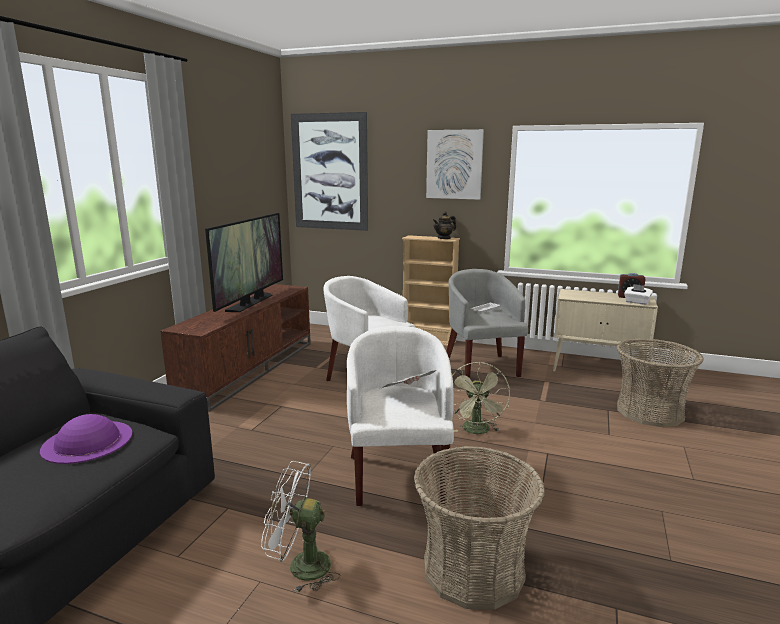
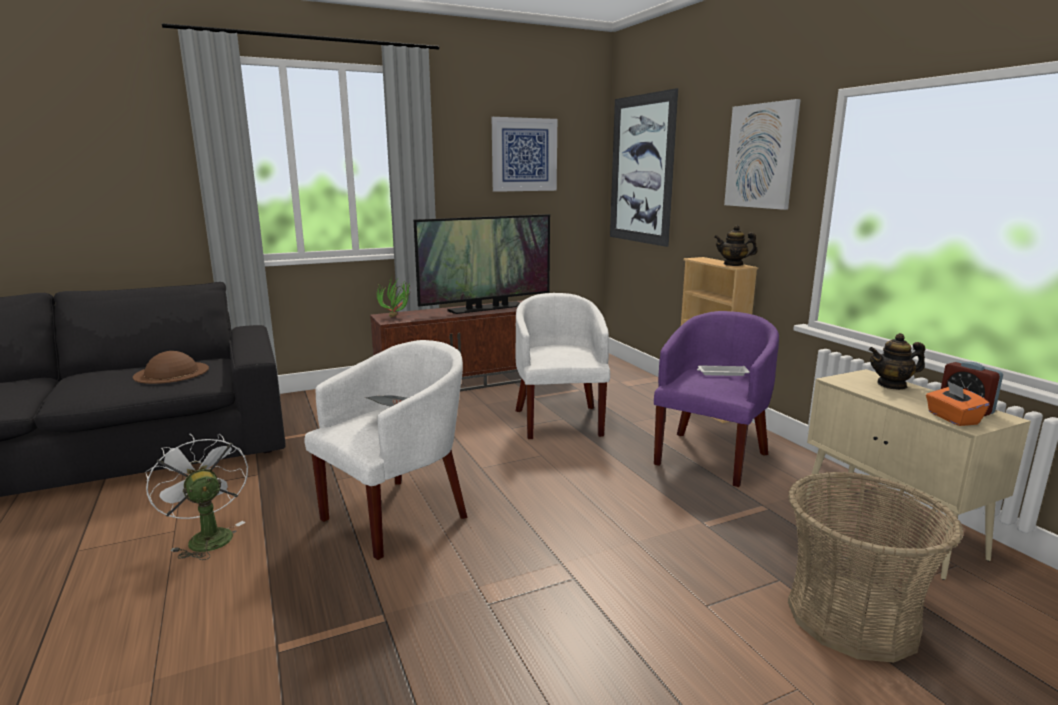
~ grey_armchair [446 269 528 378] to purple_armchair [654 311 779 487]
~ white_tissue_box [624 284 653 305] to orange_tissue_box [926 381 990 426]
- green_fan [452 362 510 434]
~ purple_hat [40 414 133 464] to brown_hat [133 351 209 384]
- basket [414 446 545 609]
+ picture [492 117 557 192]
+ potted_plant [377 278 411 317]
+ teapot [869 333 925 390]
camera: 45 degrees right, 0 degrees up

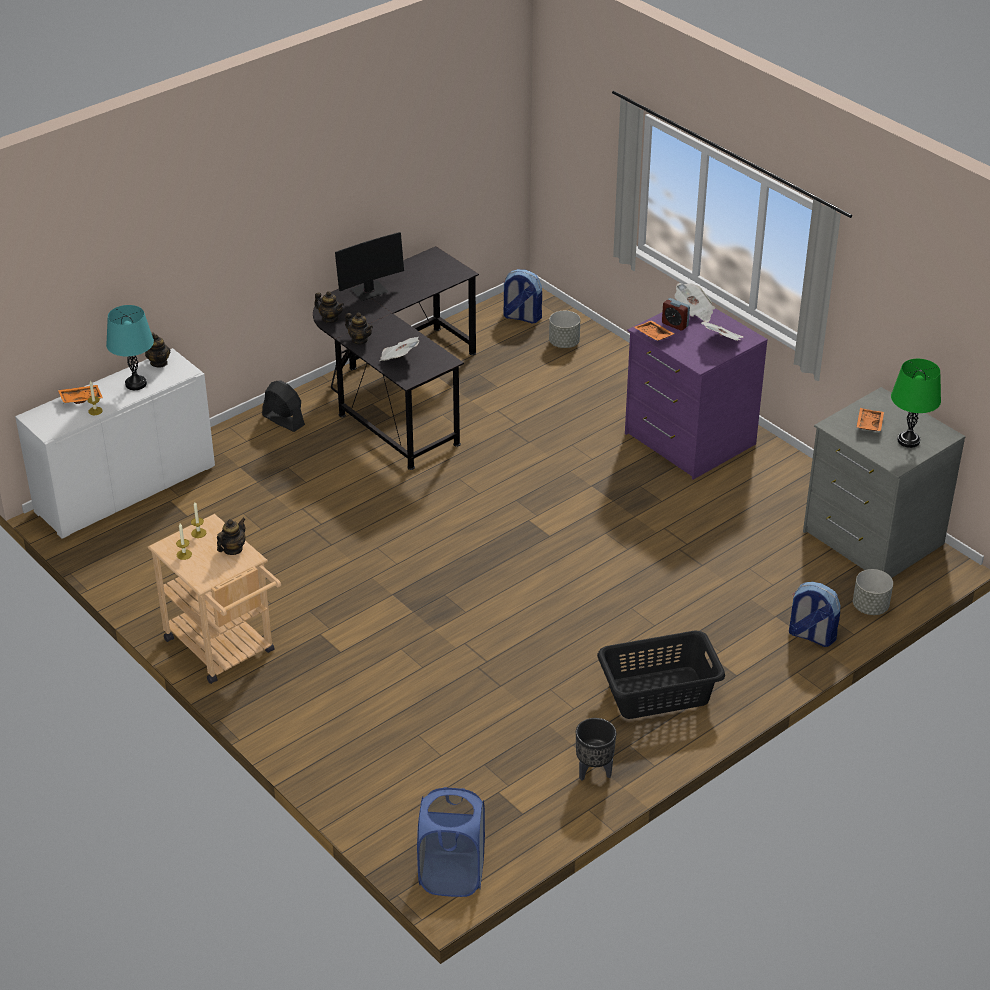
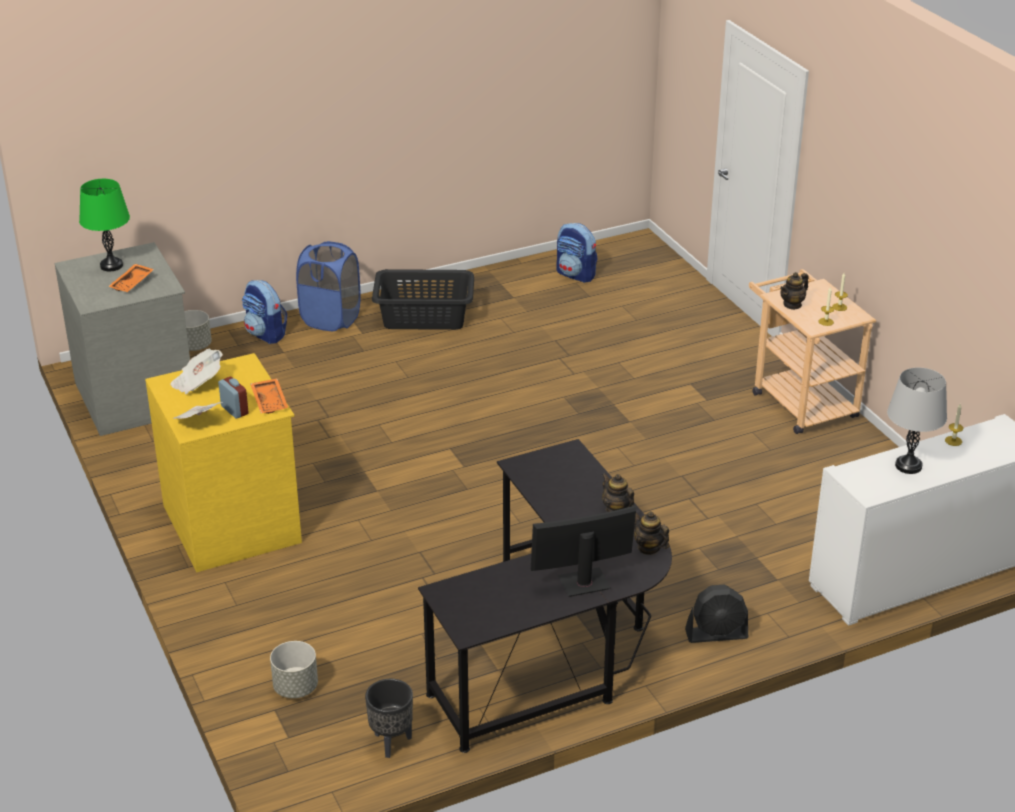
~ backpack [503 269 542 323] to [556 223 597 283]
~ turquoise_table_lamp [106 305 154 390] to grey_table_lamp [887 368 947 474]
~ purple_dresser [625 308 768 480] to yellow_dresser [145 353 302 572]
- teapot [145 332 171 368]
- newspaper [379 337 419 361]
~ black_fan [262 380 305 432] = [685 585 748 643] 60 degrees counterclockwise
- orange_tray [58 385 103 404]
~ black_planter [576 718 616 781] to [365 679 413 758]
~ blue_laundry_basket [417 787 485 897] to [296 241 361 331]
camera: 165 degrees left, 5 degrees down

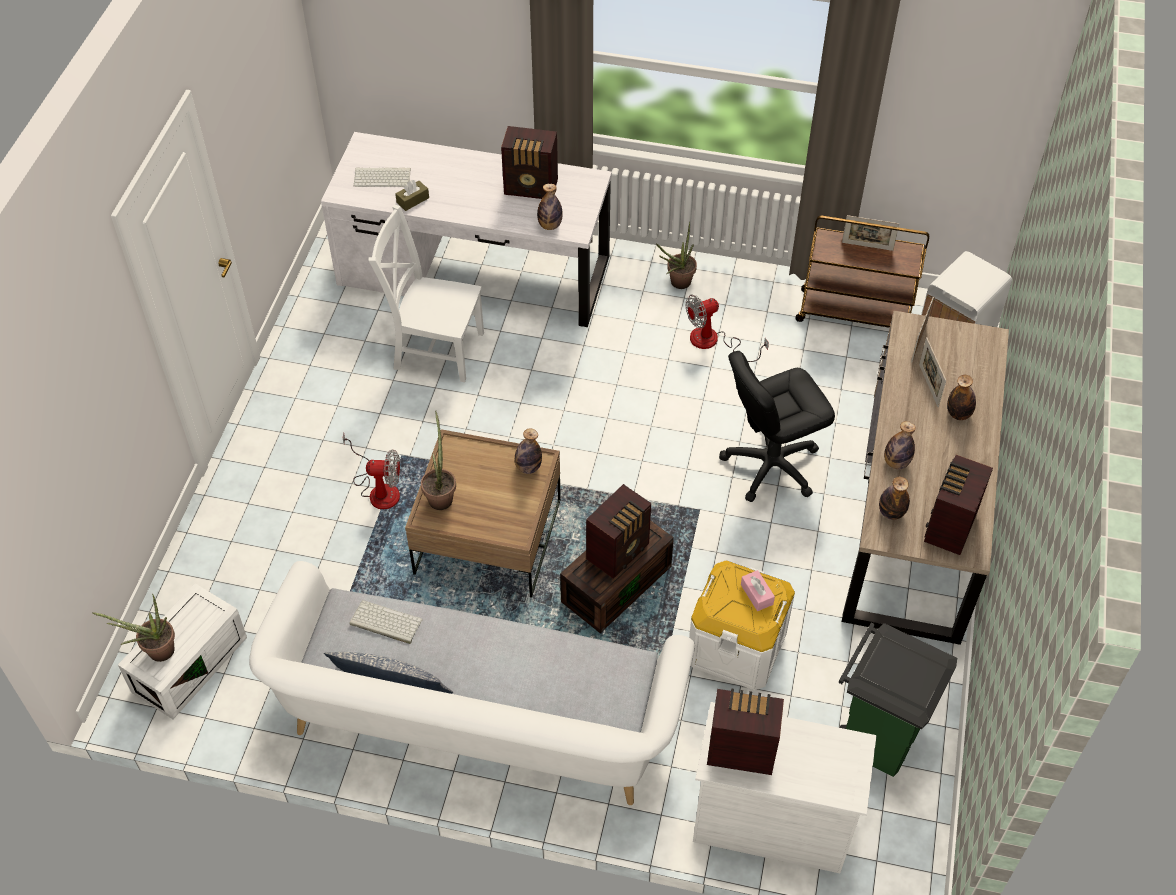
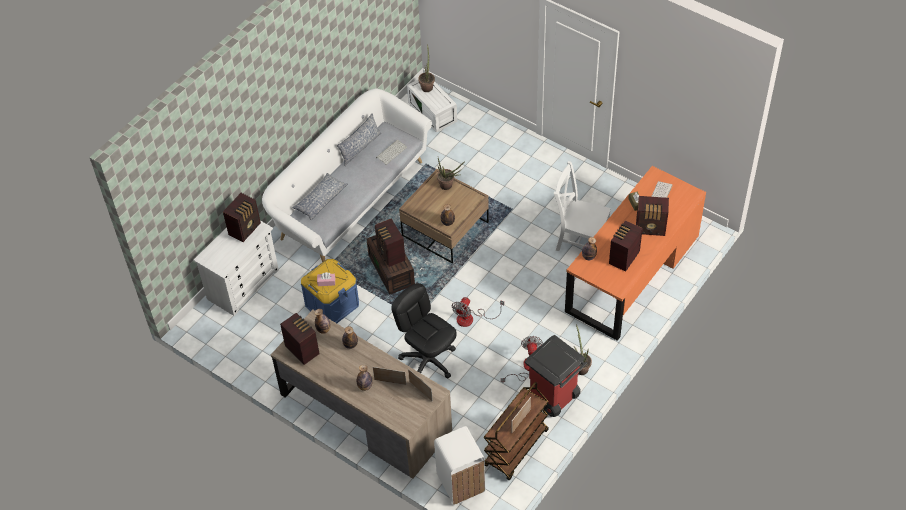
~ white_desk [321 132 612 327] to orange_desk [565 166 706 341]
~ white_chair [368 204 484 382] = [554 161 611 251] 105 degrees counterclockwise
~ black_office_chair [719 351 835 502] = [391 283 457 379] 45 degrees counterclockwise
~ fan [343 432 400 509] to [452 297 504 327]
~ white_storage_box [689 561 795 690] to blue_storage_box [301 259 359 323]
- green_trash_can [838 622 957 777]
+ pillow [292 173 348 220]
+ radio [636 196 669 236]
+ red_trash_can [525 335 587 417]
camera: 115 degrees right, 0 degrees up

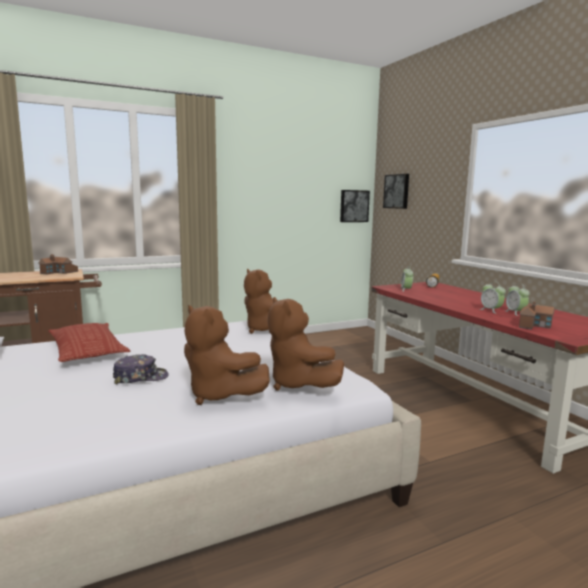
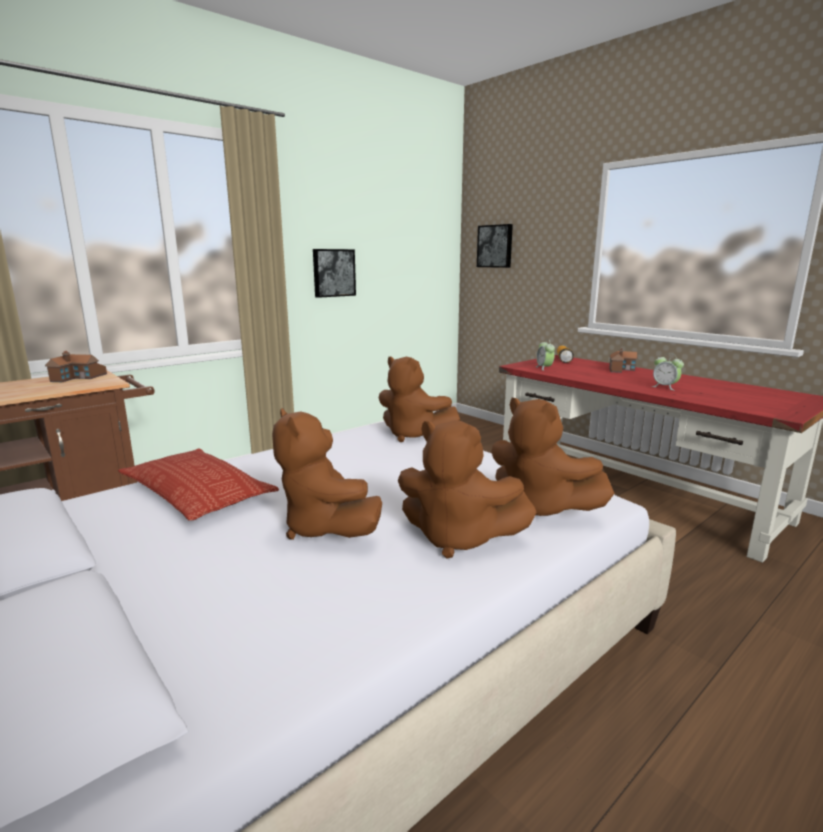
~ picture [340 190 370 222] to [313 249 356 298]
- alarm_clock [505 283 529 316]
~ toy_house [519 302 555 329] to [609 348 637 373]
~ cap [113 354 169 384] to brown_plush_toy [272 408 382 540]
camera: 15 degrees left, 5 degrees up

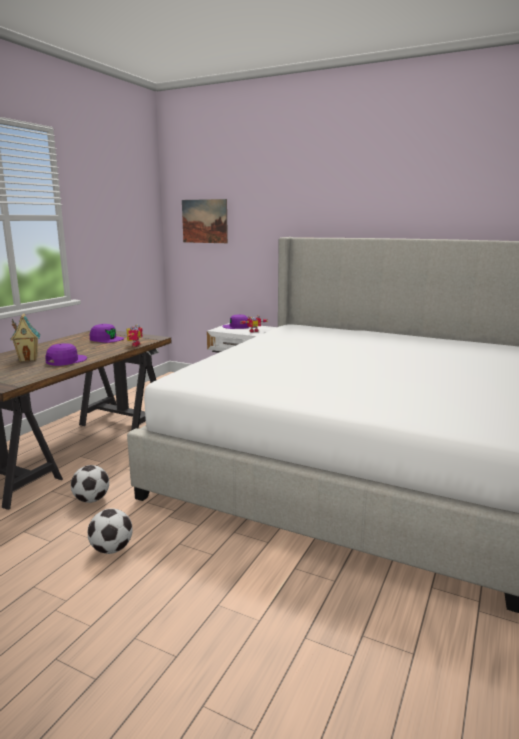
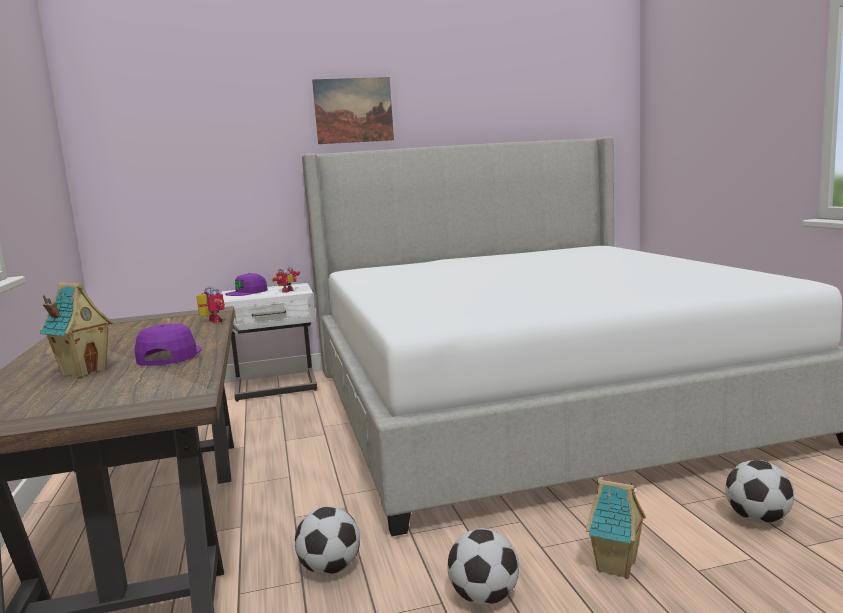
~ picture [182 199 228 243] to [312 77 394 144]
- purple_cap [90 324 124 343]
+ football [725 460 794 524]
+ toy_house [586 479 646 579]
camera: 40 degrees left, 5 degrees down

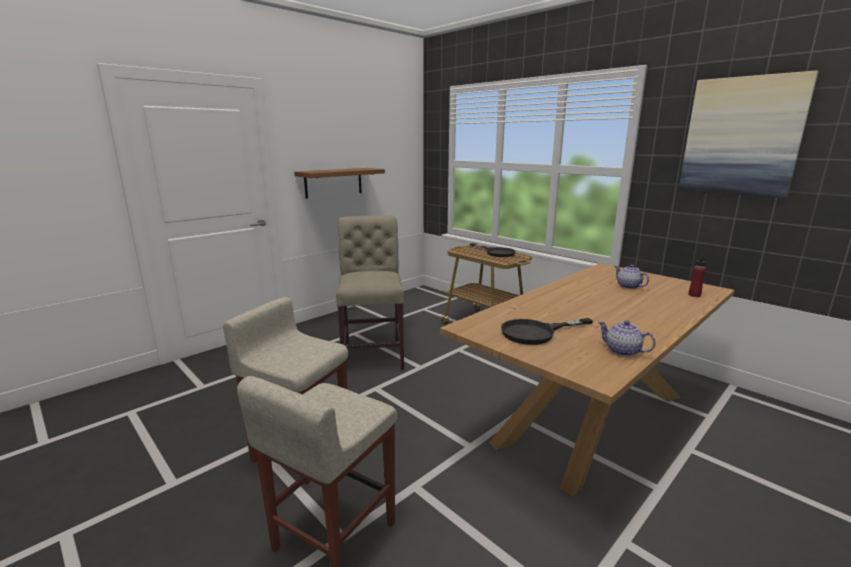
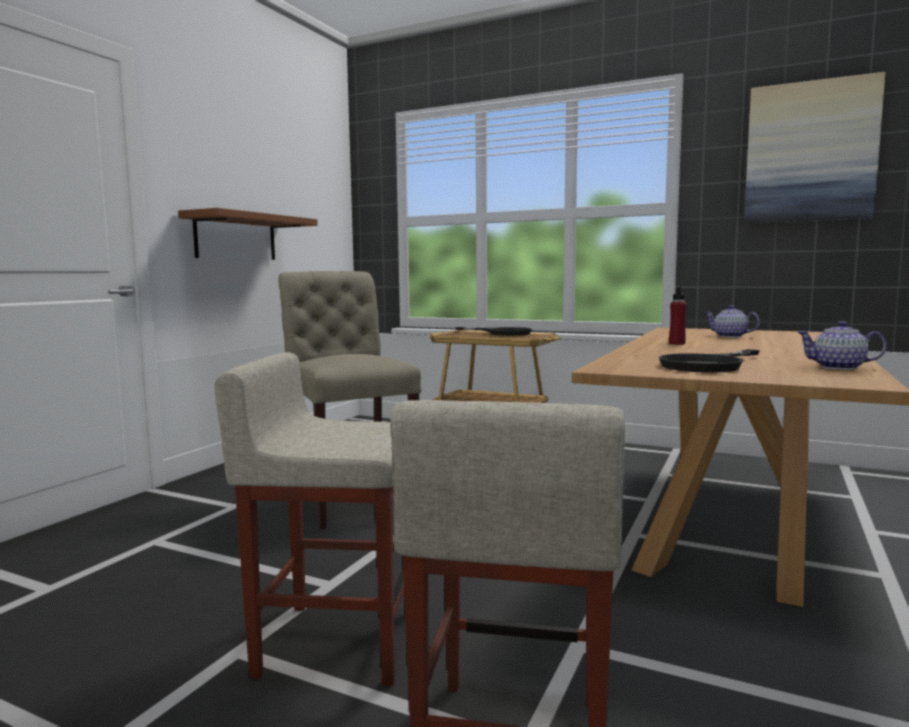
~ red_bottle [688 256 706 297] to [669 286 687 345]
camera: 20 degrees left, 10 degrees down

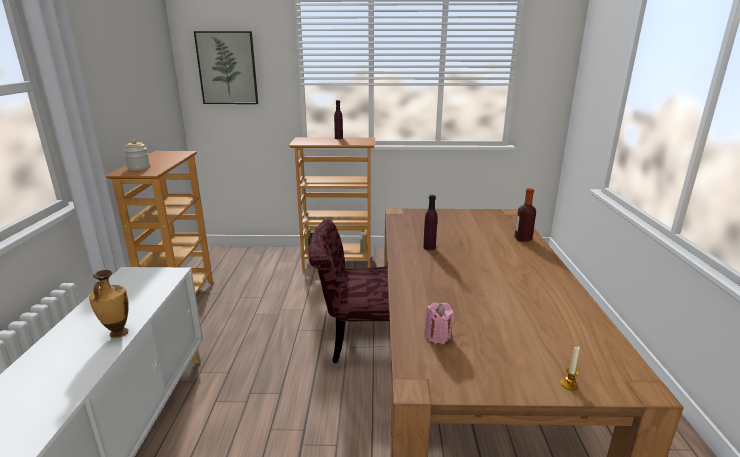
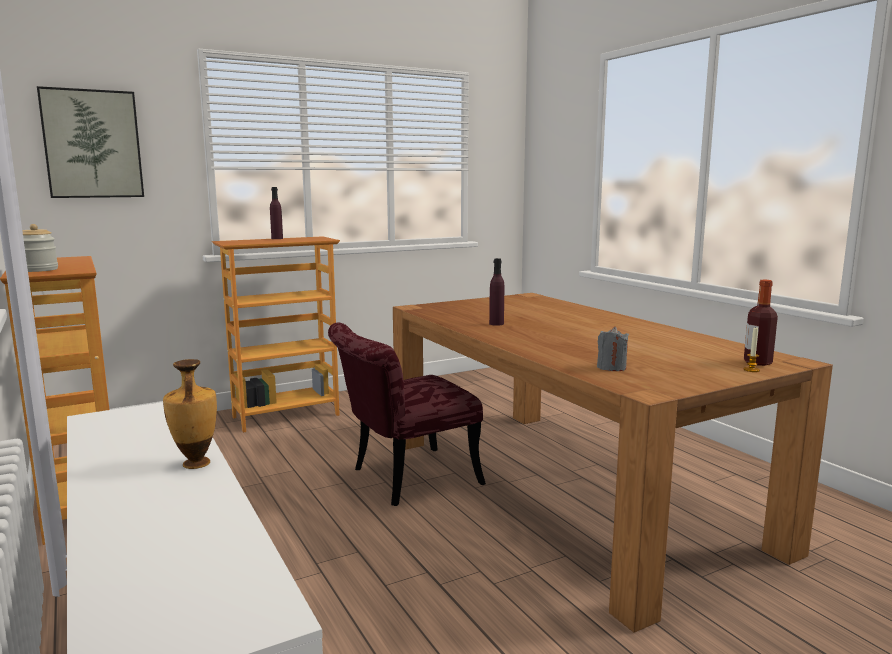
~ bottle [515 188 536 242] to [744 280 778 366]
~ pink_candle [424 302 455 344] to grey_candle [597 326 629 371]
camera: 30 degrees left, 10 degrees down

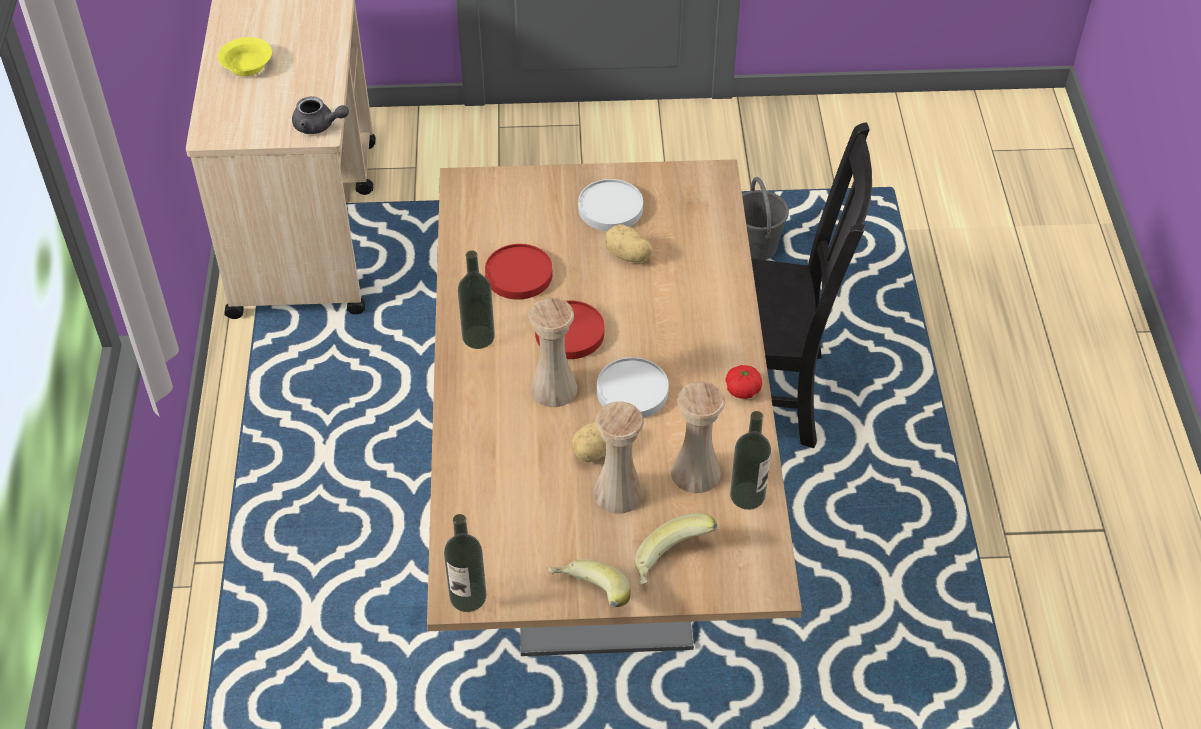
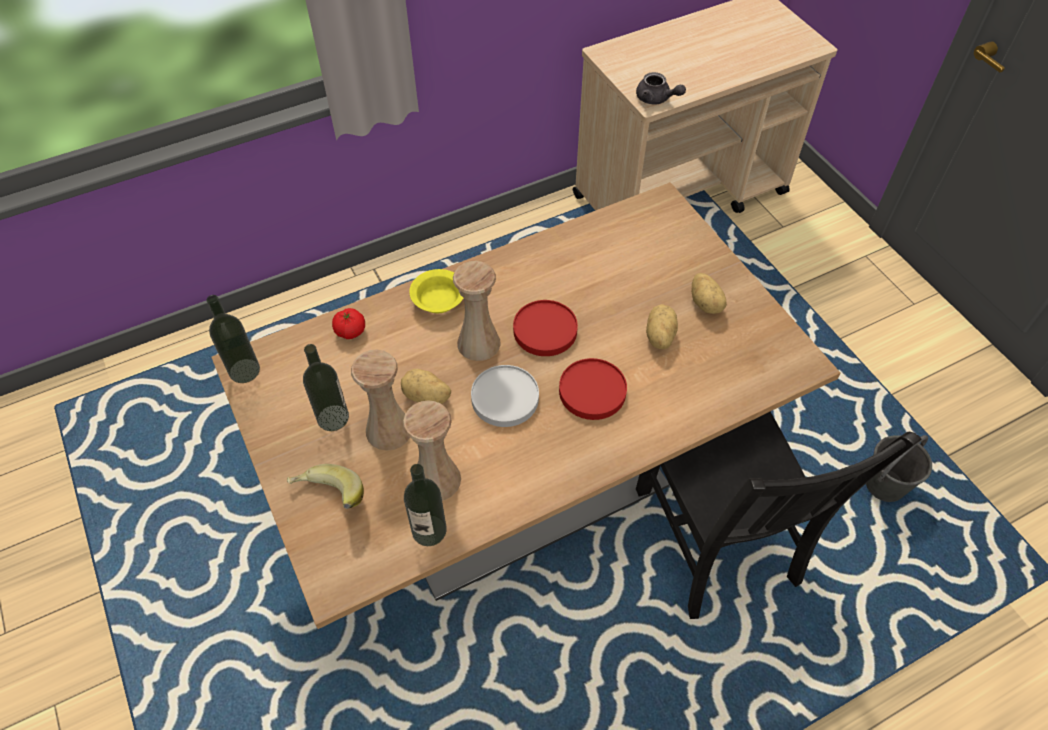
~ yellow_bowl [218 37 272 76] to [409 269 463 313]
~ grey_teapot [292 96 349 134] = [636 72 686 105] 45 degrees counterclockwise
~ white_plate [578 179 643 231] to potato [691 273 727 314]
~ red_plate [485 244 553 300] to [559 358 627 420]
~ bottle [458 250 495 349] to [303 344 349 431]
~ tomato [725 365 762 399] to [332 308 365 339]
- banana [548 559 631 607]
camera: 65 degrees right, 5 degrees up

